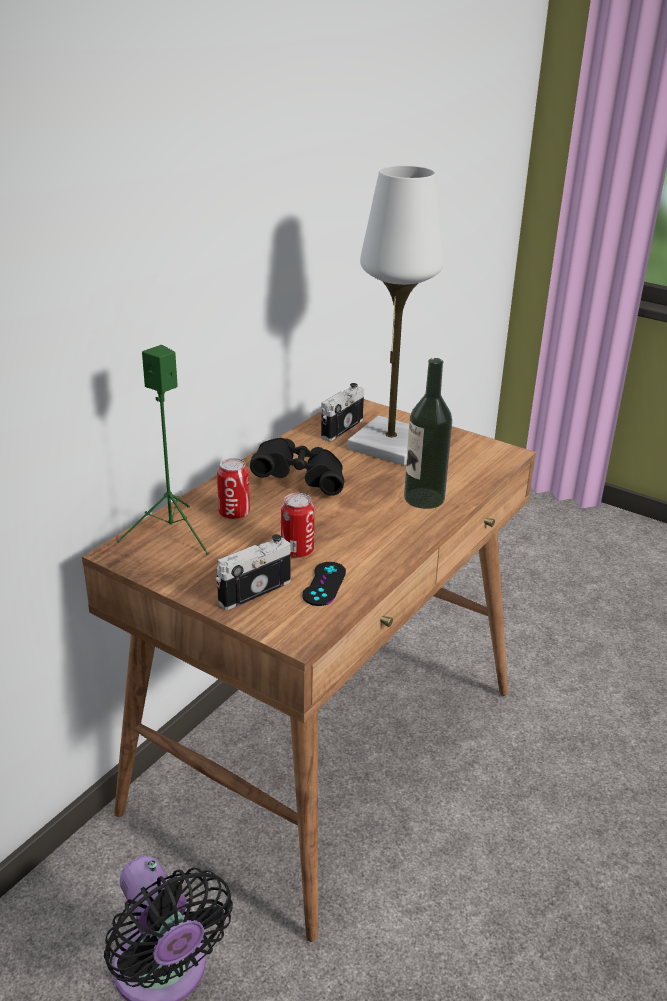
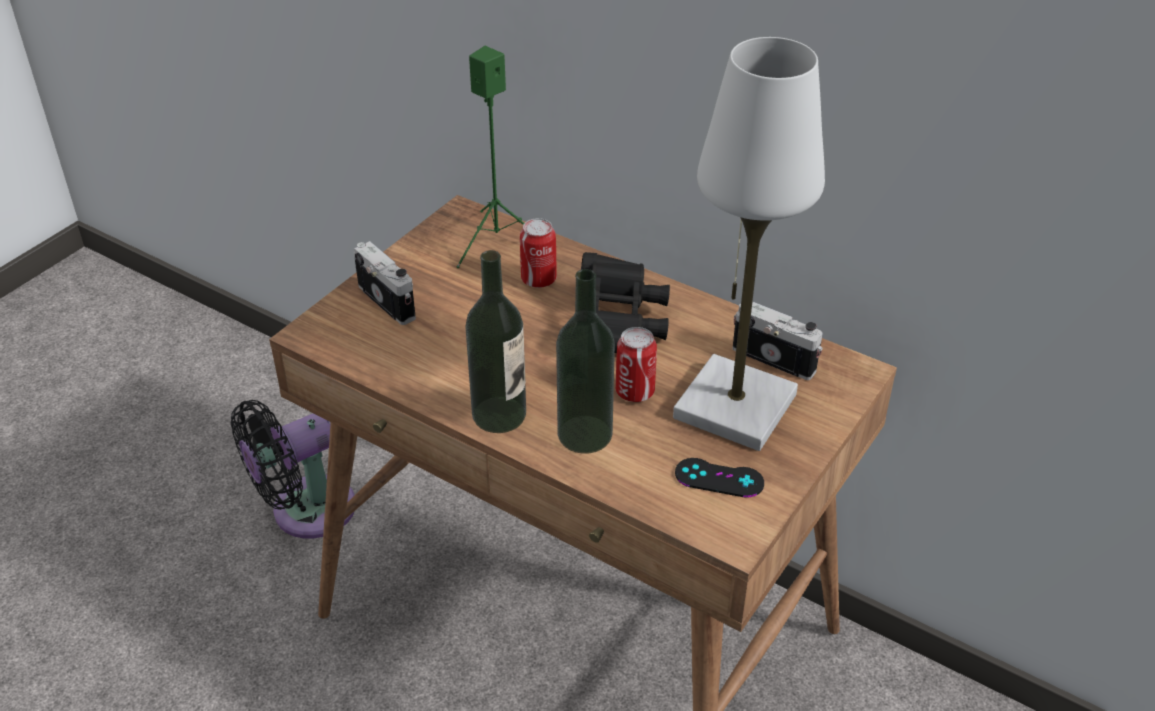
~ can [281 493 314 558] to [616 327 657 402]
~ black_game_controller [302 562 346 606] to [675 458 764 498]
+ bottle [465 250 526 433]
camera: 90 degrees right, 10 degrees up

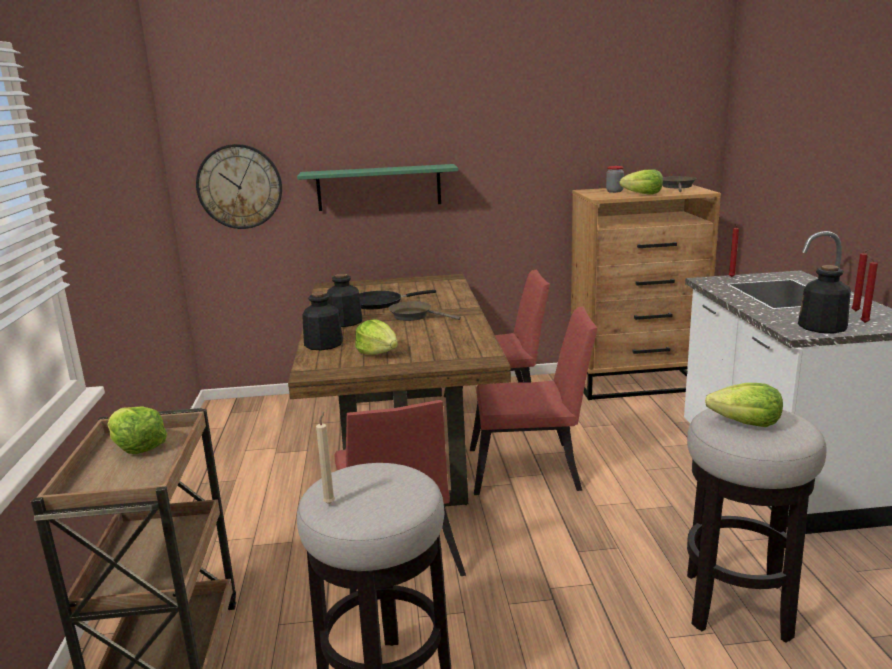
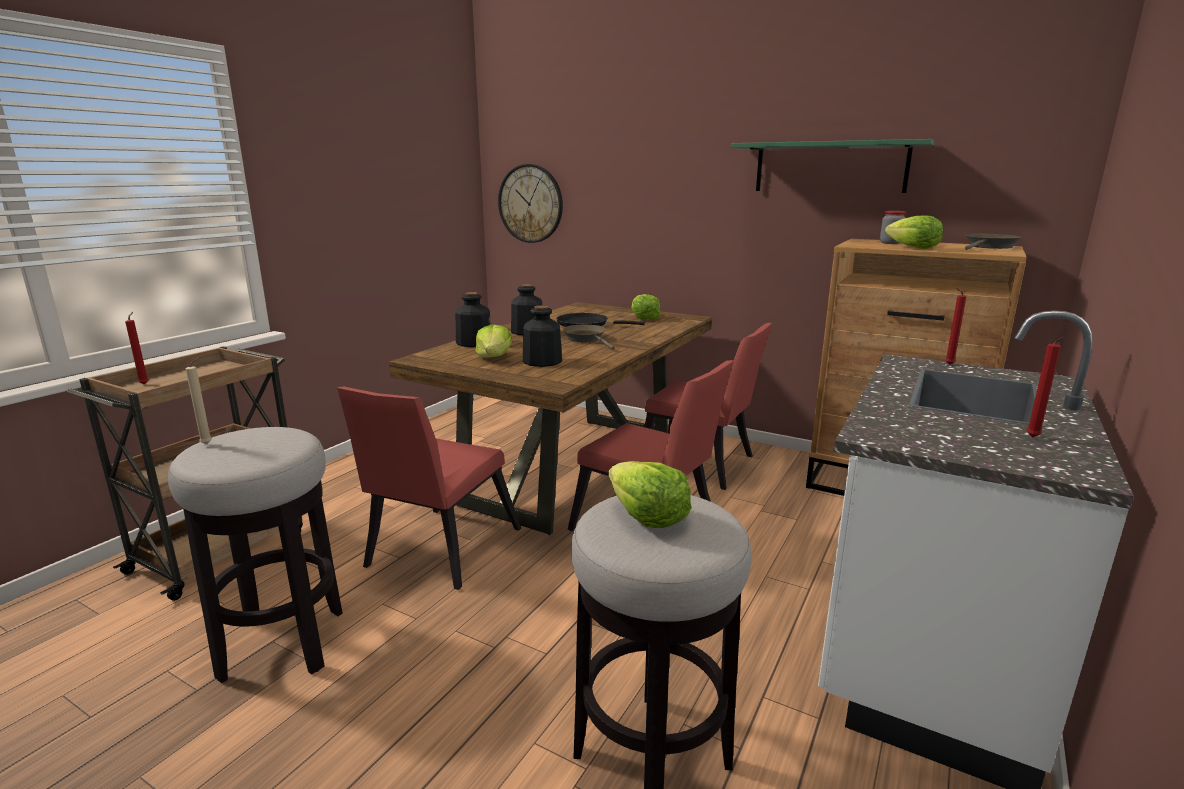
~ green_shelf [297 164 458 211] to [731 139 935 193]
~ red_candle [861 255 878 323] to [125 312 149 384]
~ bottle [798 265 851 334] to [523 305 562 367]
~ lettuce [107 406 167 454] to [631 294 661 320]
camera: 35 degrees right, 0 degrees up

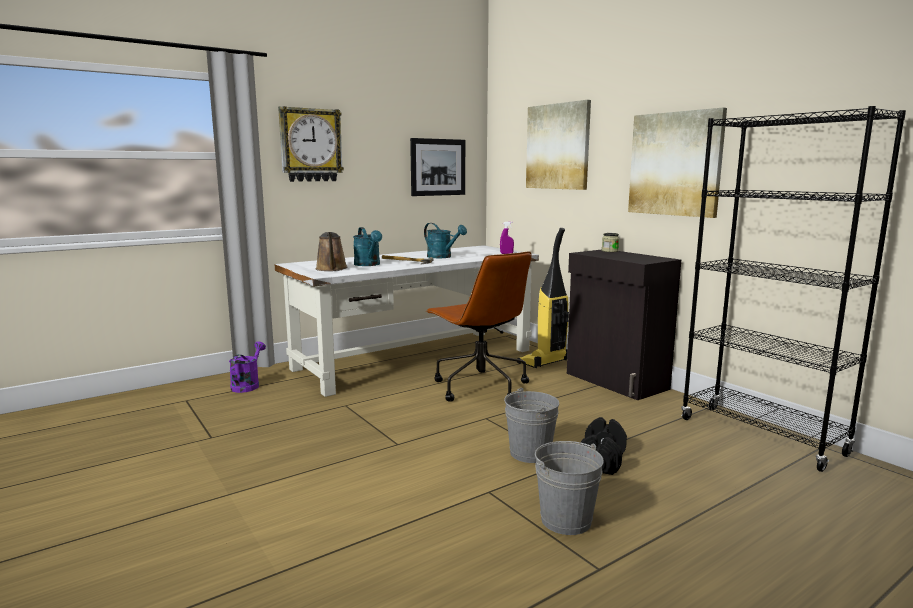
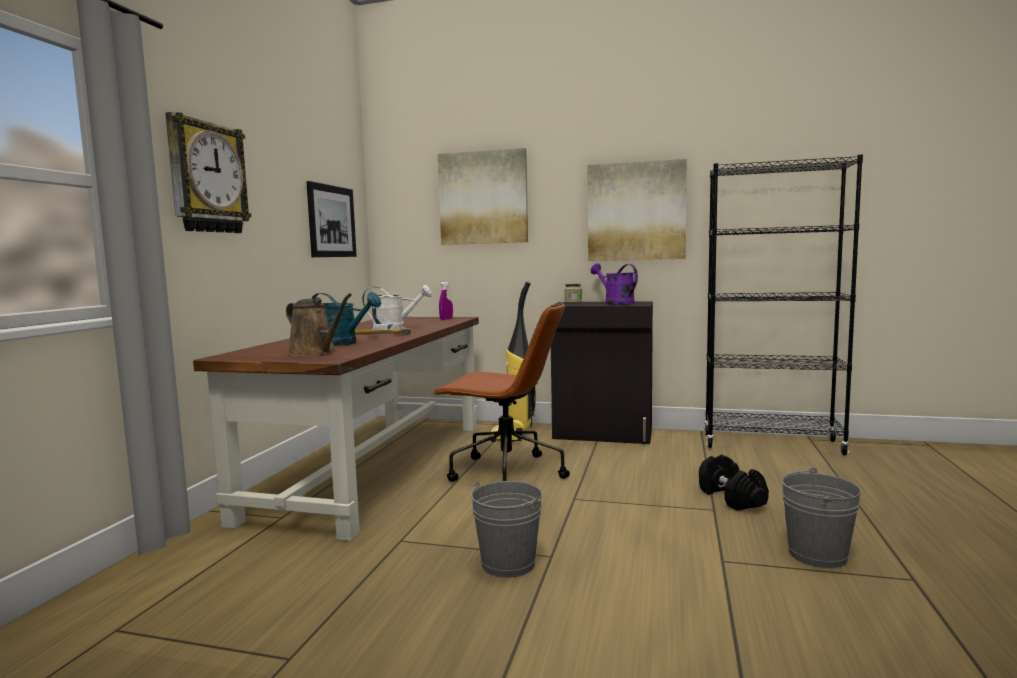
~ turquoise_watering_can [424 223 467 258] to white_watering_can [362 285 432 330]
~ white_desk [275 245 539 397] to brown_desk [193 317 479 541]
~ purple_watering_can [229 341 266 393] to [591 263 638 305]
~ grey_bucket [504 388 559 463] to [471 481 542 578]
camera: 40 degrees left, 5 degrees down

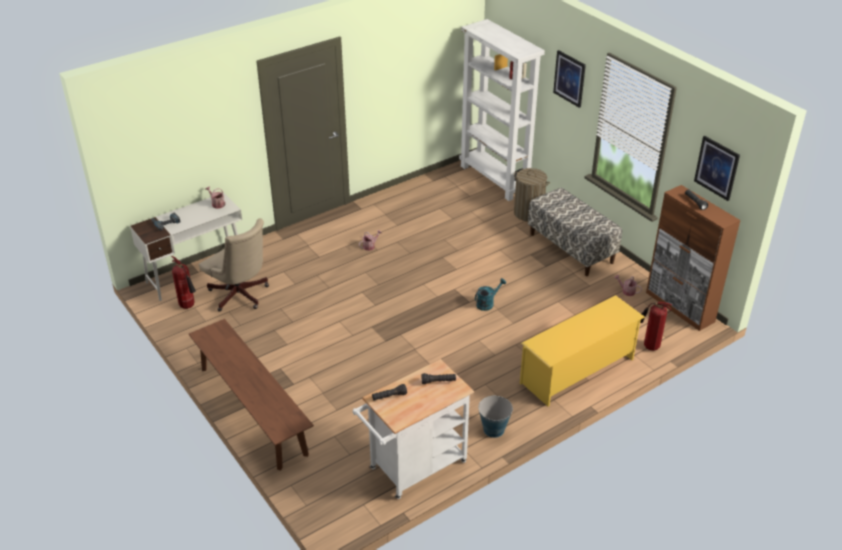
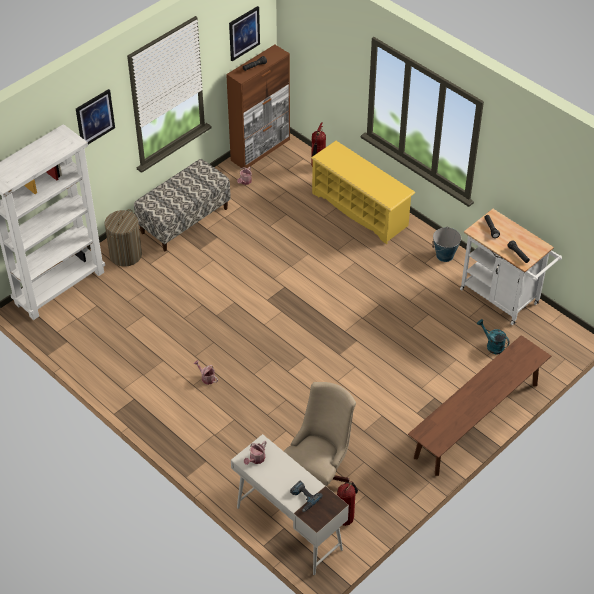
~ turquoise_watering_can [475 278 506 311] to [477 319 510 354]
camera: 100 degrees left, 10 degrees up

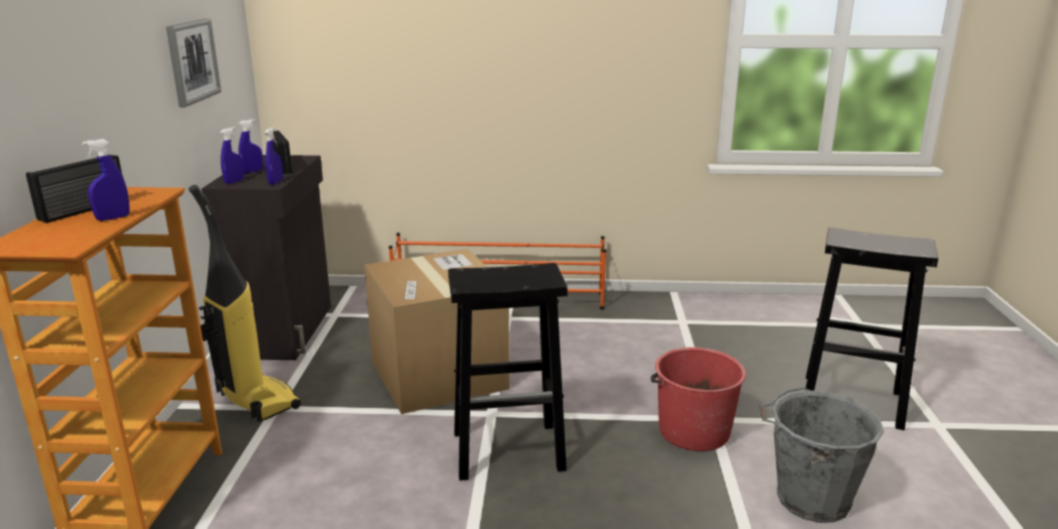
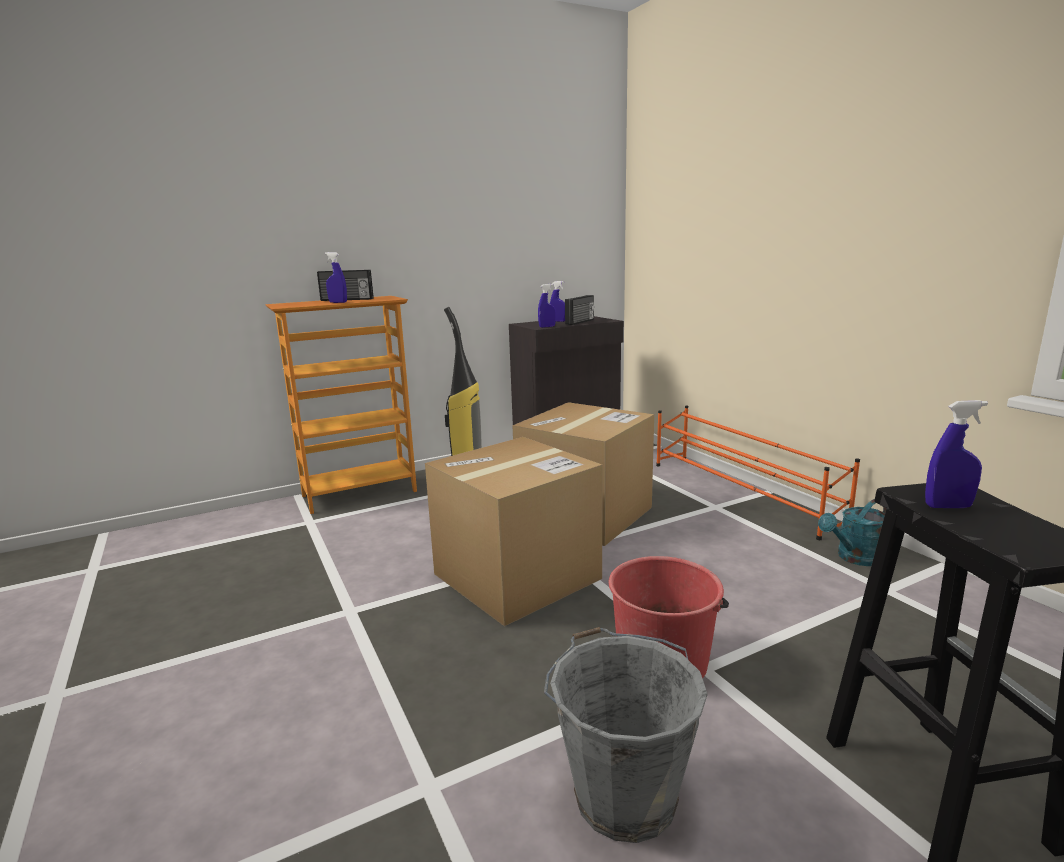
- picture [166 19 221 107]
~ blue_spray_bottle [220 127 244 184] to [925 400 988 508]
~ black_stool [448 263 568 481] to cardboard_box [425 437 603 626]
+ turquoise_watering_can [818 499 886 566]
camera: 60 degrees right, 5 degrees down

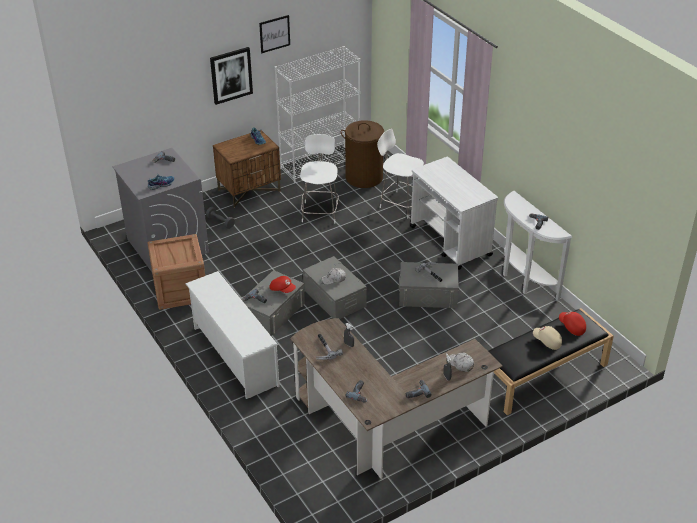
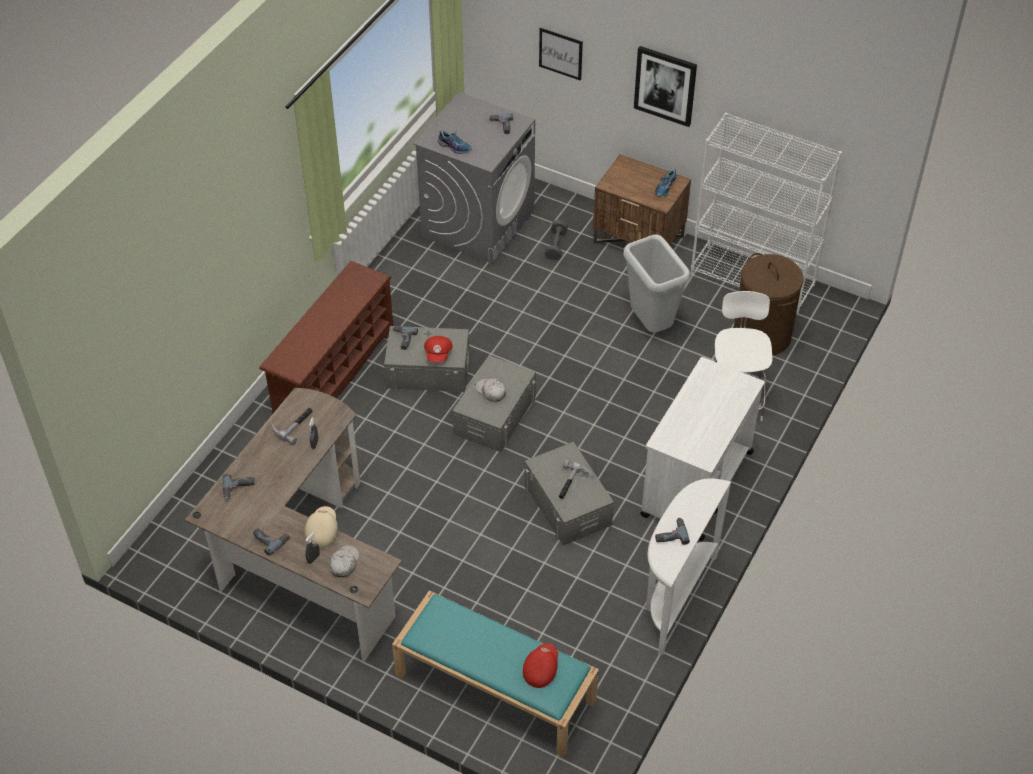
~ picture [259 15 290 53] to [539 28 583 81]
~ white_stool [300 134 339 223] to grey_trash_can [623 235 690 333]
- crate [148 234 205 310]
~ white_shoe_rack [185 271 280 399] to brown_shoe_rack [259 261 393 413]
~ black_bench [488 308 614 415] to turquoise_bench [392 590 599 758]
~ beige_cap [533 326 562 350] to [305 506 338 549]
camera: 60 degrees right, 10 degrees up

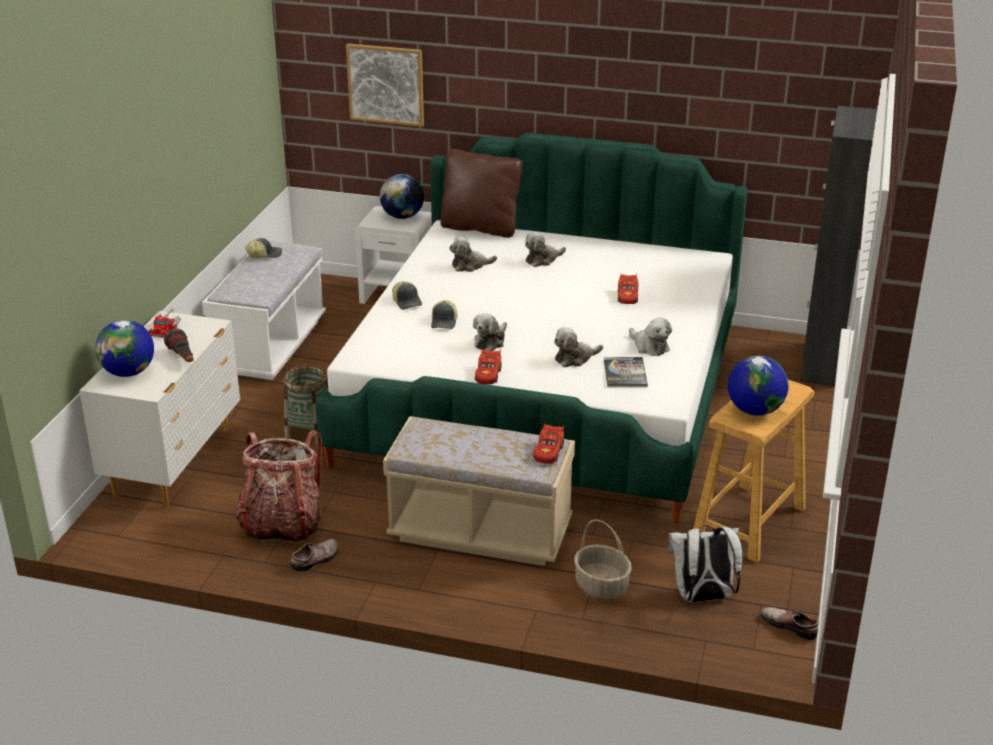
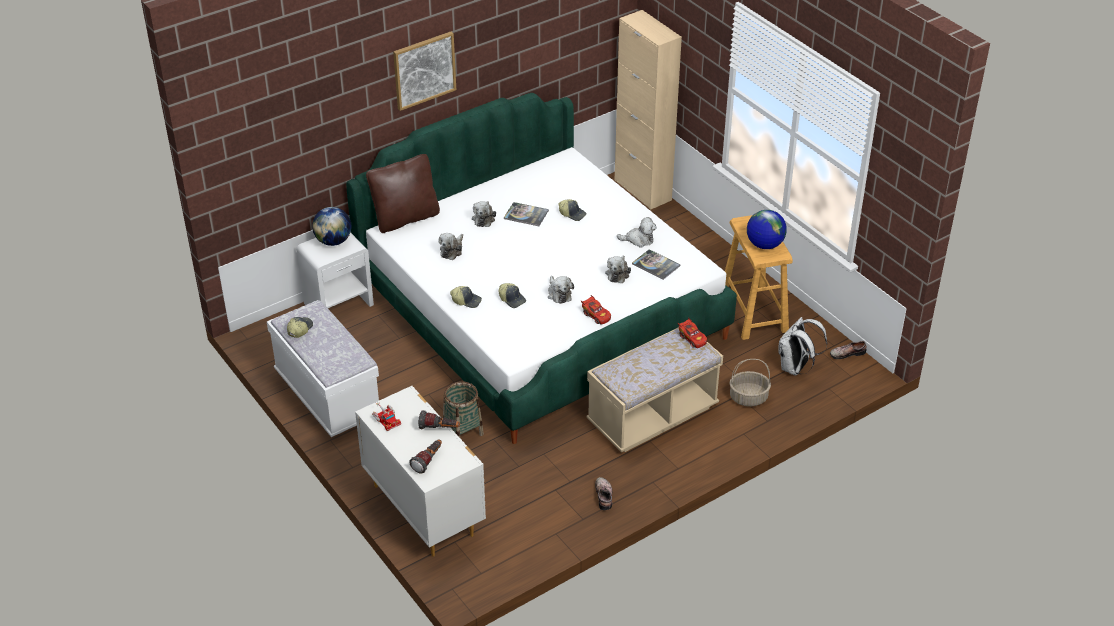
~ picture [346 44 424 127] to [393 32 456 111]
~ black_cabinet [800 106 877 386] to beige_cabinet [615 10 682 210]
~ red_toy_car [618 273 638 304] to cap [558 199 587 221]
~ globe [95 320 154 377] to flashlight [409 439 442 474]
- backpack [236 430 322 544]
+ book [504 202 549 226]
camera: 50 degrees left, 10 degrees up

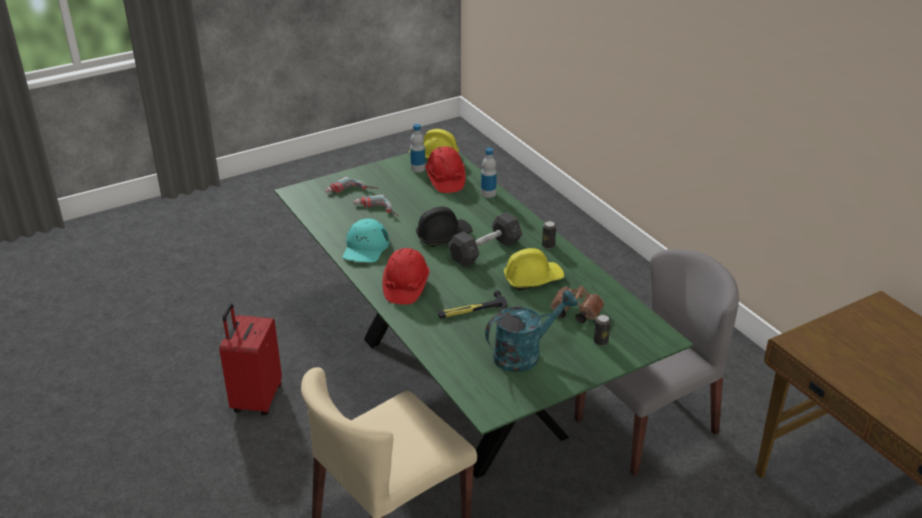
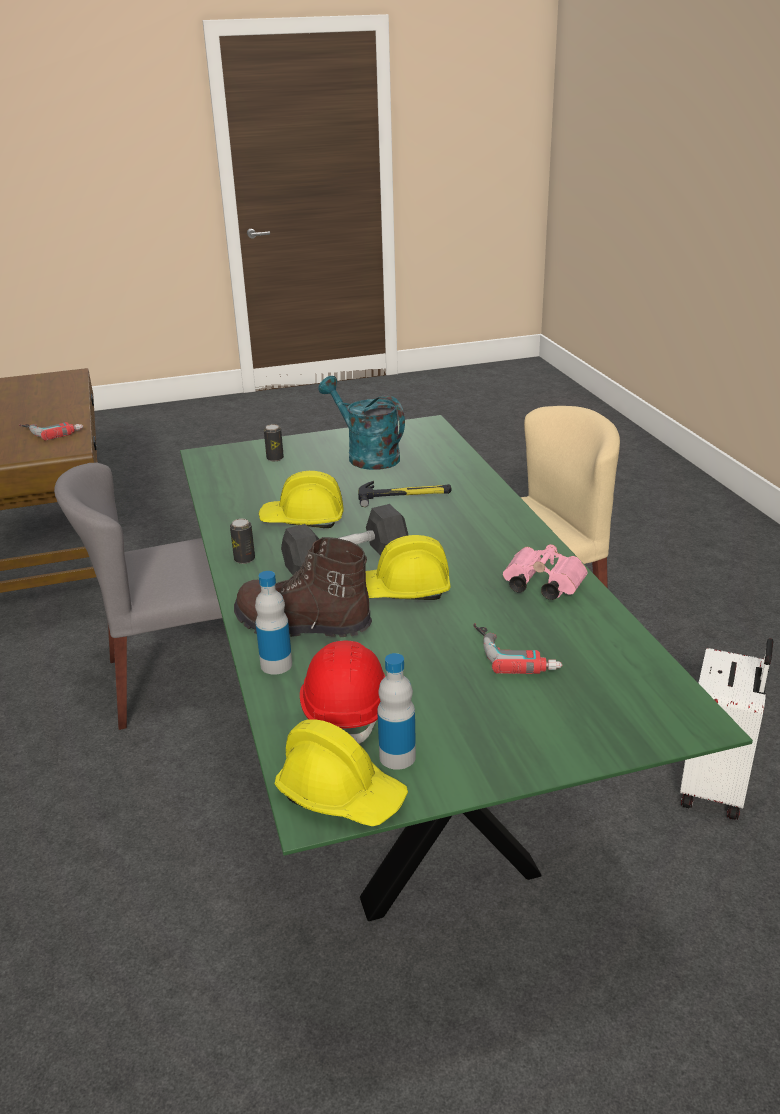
~ power_drill [325 176 378 193] to [19 422 83 441]
~ black_hard_hat [416 207 473 247] to yellow_hard_hat [366 535 451 600]
~ turquoise_cap [343 219 389 262] to pink_binoculars [503 544 588 600]
- red_hard_hat [383 248 430 305]
- brown_binoculars [551 286 604 323]
~ turquoise_watering_can [485 290 578 372] = [318 376 405 470] 60 degrees clockwise
~ red_suitcase [219 304 282 415] to white_suitcase [680 638 774 820]
+ brown_boot [234 537 372 637]
camera: 165 degrees left, 5 degrees down

